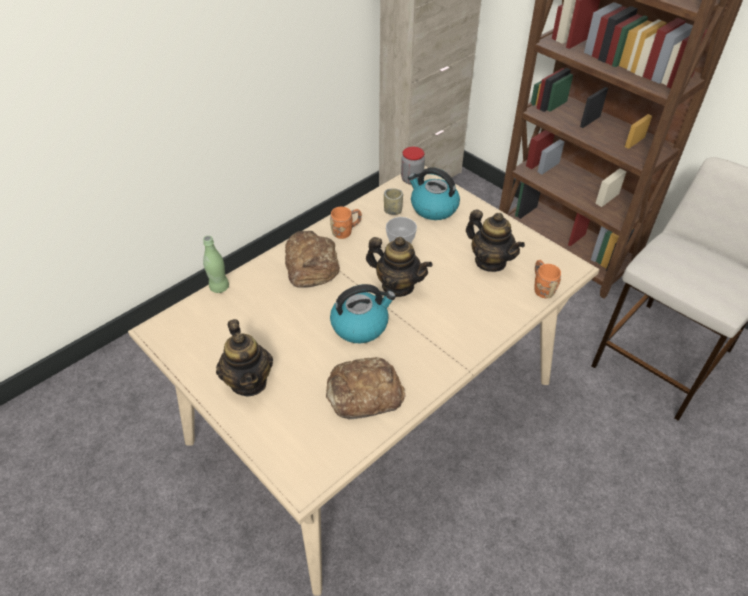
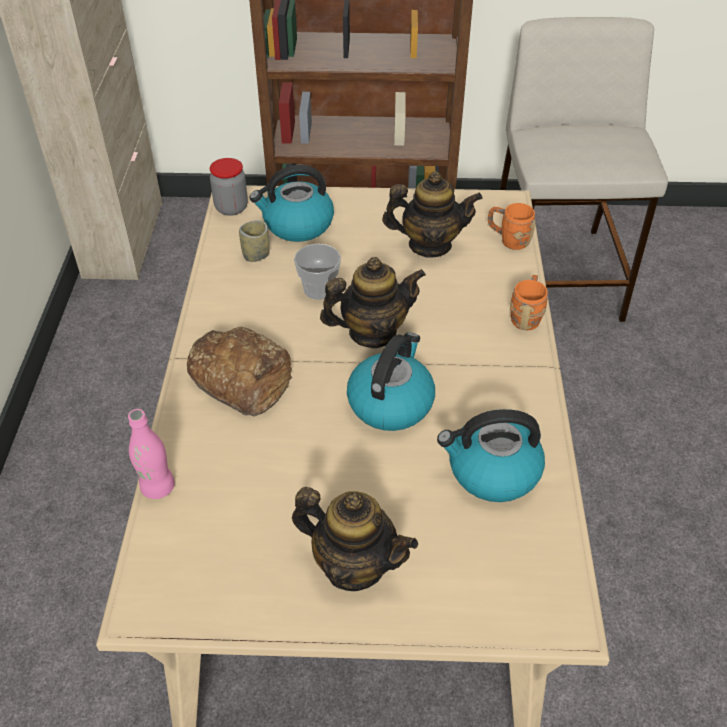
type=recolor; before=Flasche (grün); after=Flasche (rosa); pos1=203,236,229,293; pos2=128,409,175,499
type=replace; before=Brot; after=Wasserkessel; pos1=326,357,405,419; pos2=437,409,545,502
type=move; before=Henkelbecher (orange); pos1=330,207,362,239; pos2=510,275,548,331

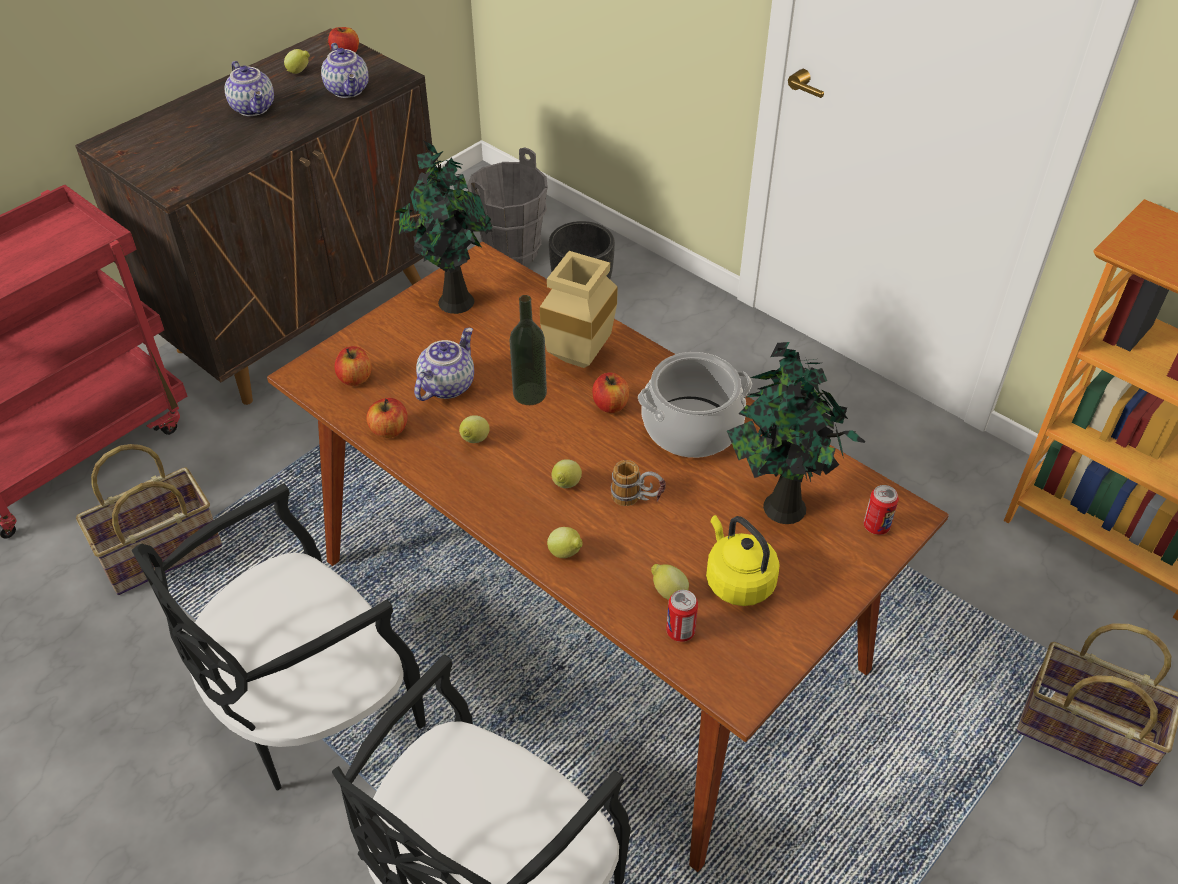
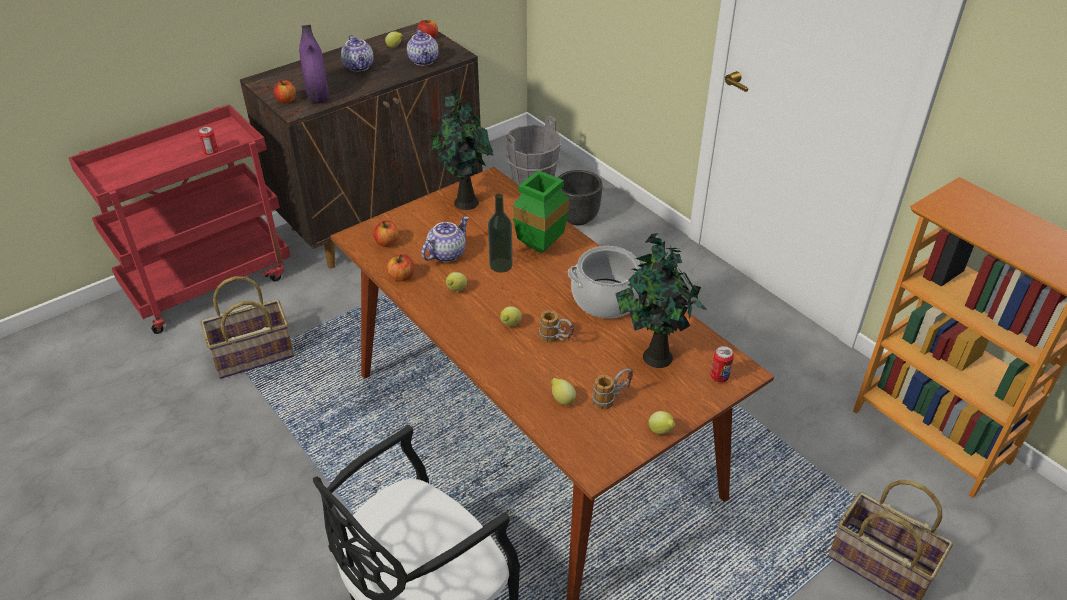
type=move; before=Dose; pos1=666,590,698,642; pos2=199,127,218,155
type=move; before=Apfel; pos1=593,372,629,413; pos2=274,80,296,103
type=insert; after=Vase (lila); pos2=299,25,329,104
type=recolor; before=Vase (beige); after=Vase (grün); pos1=540,251,618,368; pos2=513,170,569,253
type=replace; before=Wasserkessel (gelb); after=Henkelbecher; pos1=706,515,780,606; pos2=592,369,633,410
type=move; before=Zitrone; pos1=547,527,583,558; pos2=648,411,675,434
type=delete; before=Stuhl (schwarz); pos1=131,484,426,790

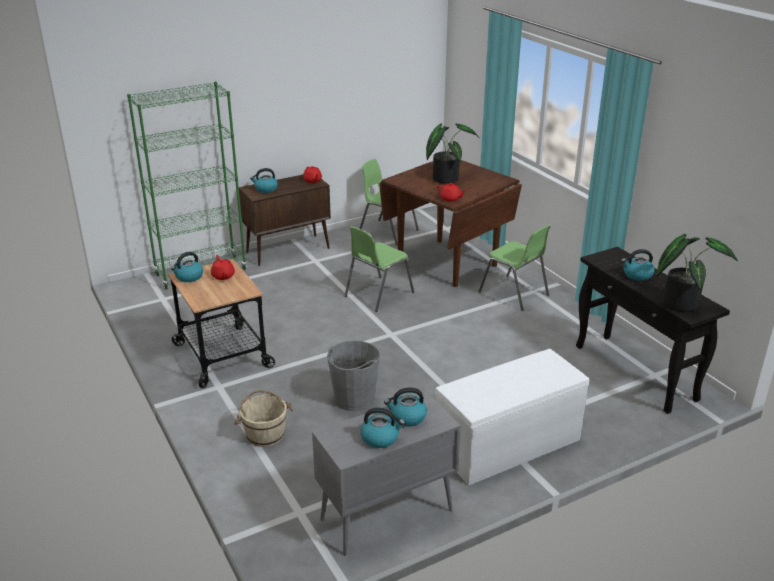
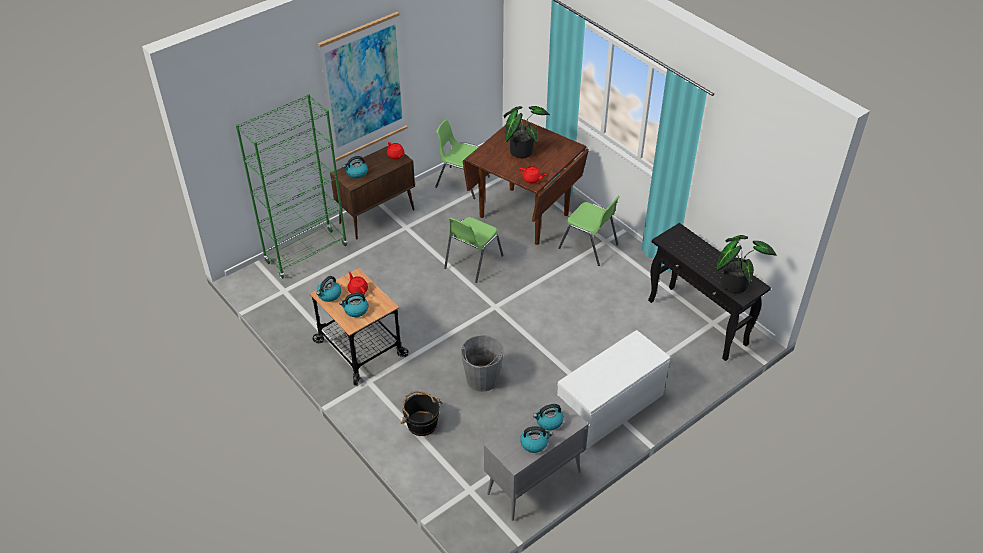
type=insert; after=Bild; pos2=318,12,407,161
type=move; before=Wasserkessel; pos1=621,249,654,281; pos2=339,293,369,317
type=recolor; before=Eimer (beige); after=Eimer (schwarz); pos1=234,390,293,447; pos2=401,391,443,436

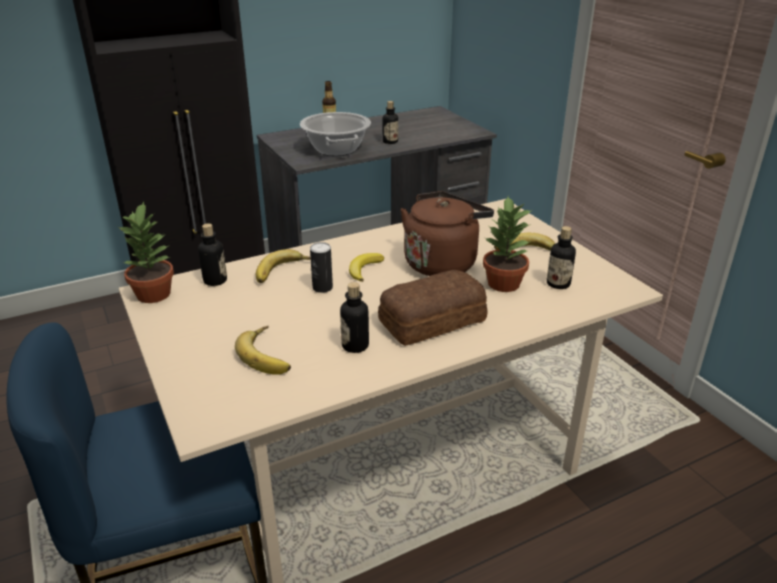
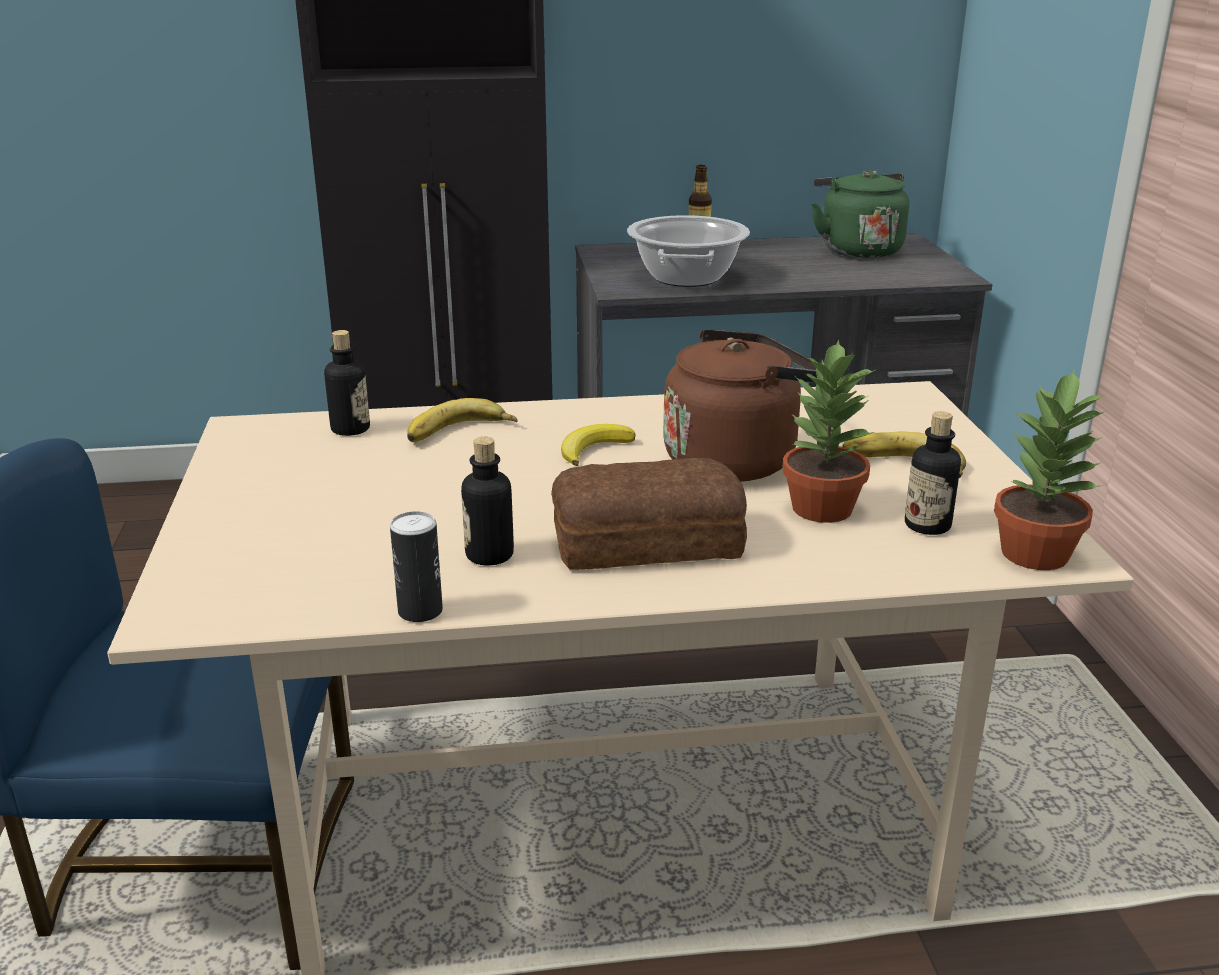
type=move; before=Dose; pos1=310,242,333,293; pos2=390,511,443,622
type=insert; after=Wasserkessel (grün); pos2=811,170,909,258
type=move; before=Topfpflanze; pos1=118,202,174,303; pos2=994,369,1105,570
type=delete; before=Banane; pos1=235,326,291,375
type=delete; before=Flasche; pos1=383,101,398,144

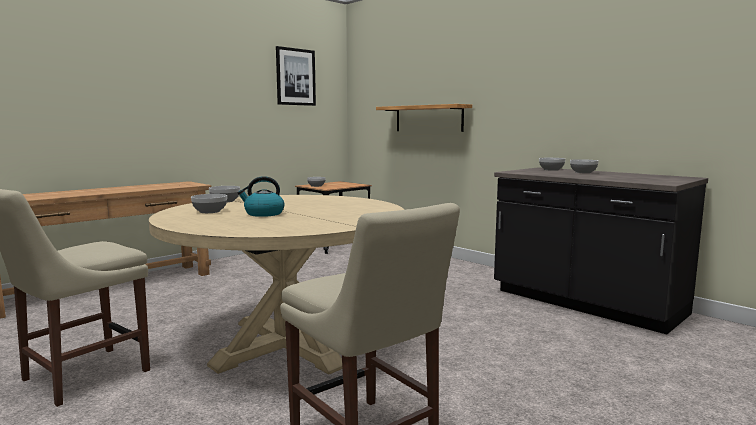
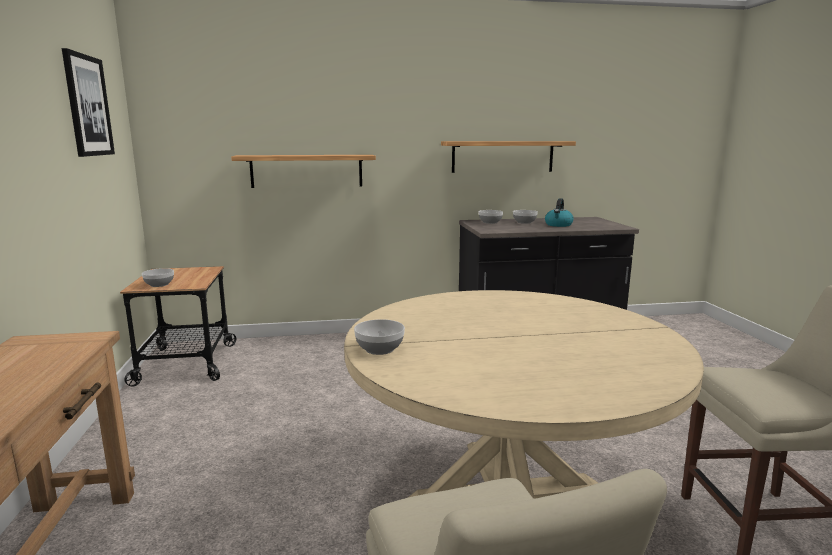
type=insert; after=Wandregal; pos2=441,141,576,173
type=move; before=Wasserkessel; pos1=237,176,285,217; pos2=545,198,574,227
type=delete; before=Schüssel; pos1=191,194,227,213

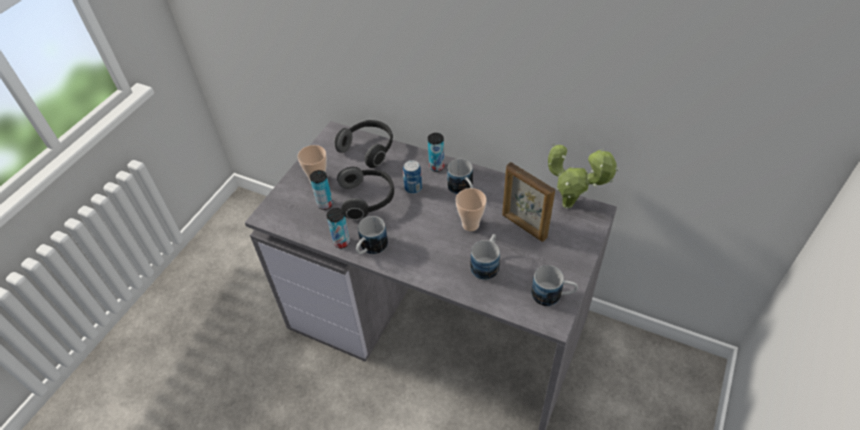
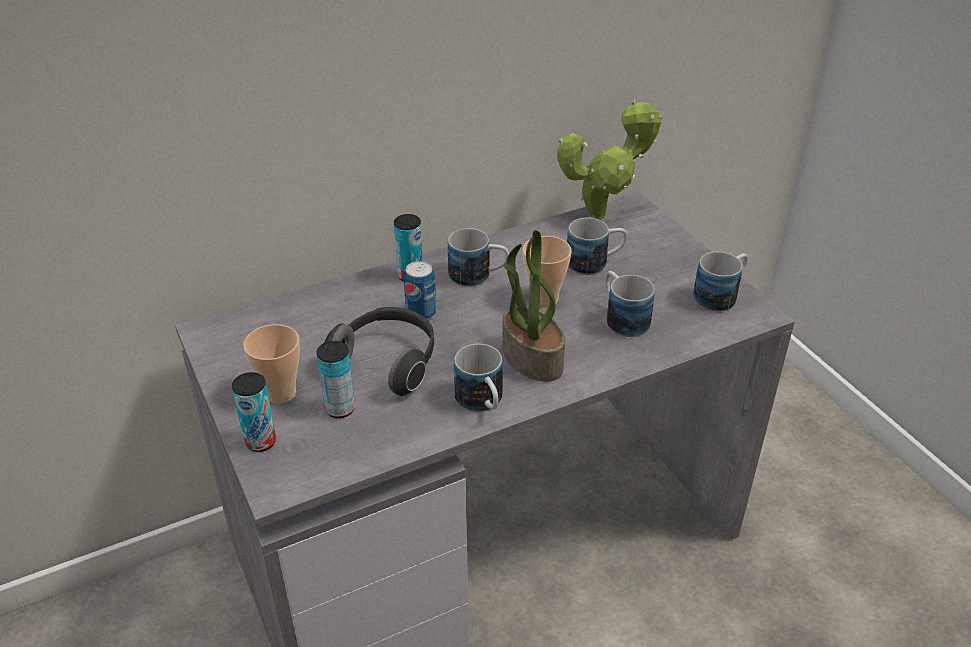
type=move; before=Dose; pos1=327,208,350,248; pos2=232,372,276,452
type=insert; after=Topfpflanze; pos2=502,230,565,382
type=replace; before=Bilderrahmen; after=Henkelbecher; pos1=502,162,555,242; pos2=567,218,628,275
type=delete; before=Kopfhörer; pos1=334,120,393,168

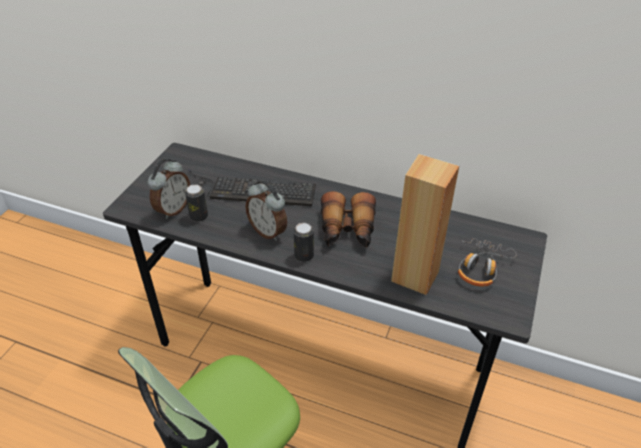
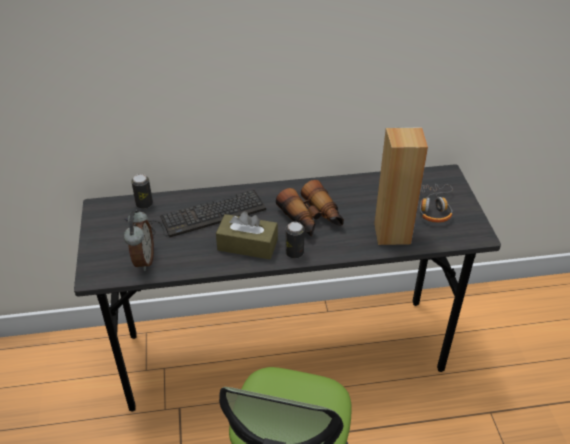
type=move; before=Dose; pos1=185,184,208,222; pos2=131,174,153,209
type=replace; before=Wecker; after=Taschentuchbox (braun); pos1=245,180,287,241; pos2=216,211,278,259

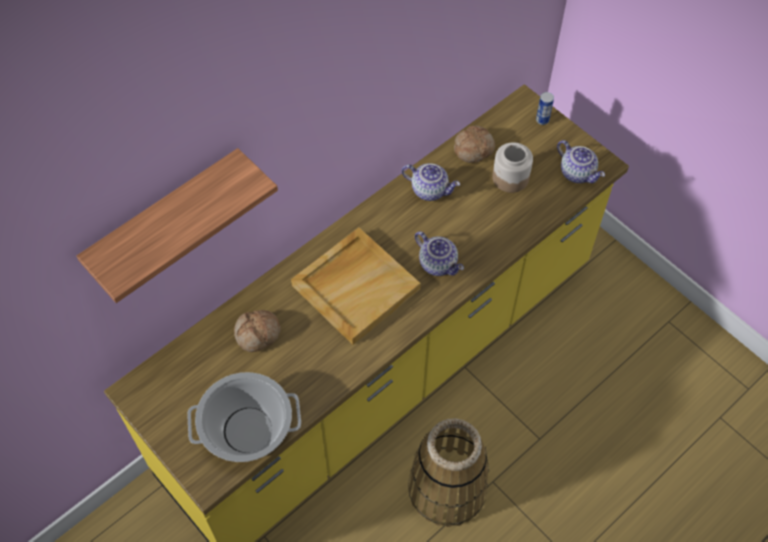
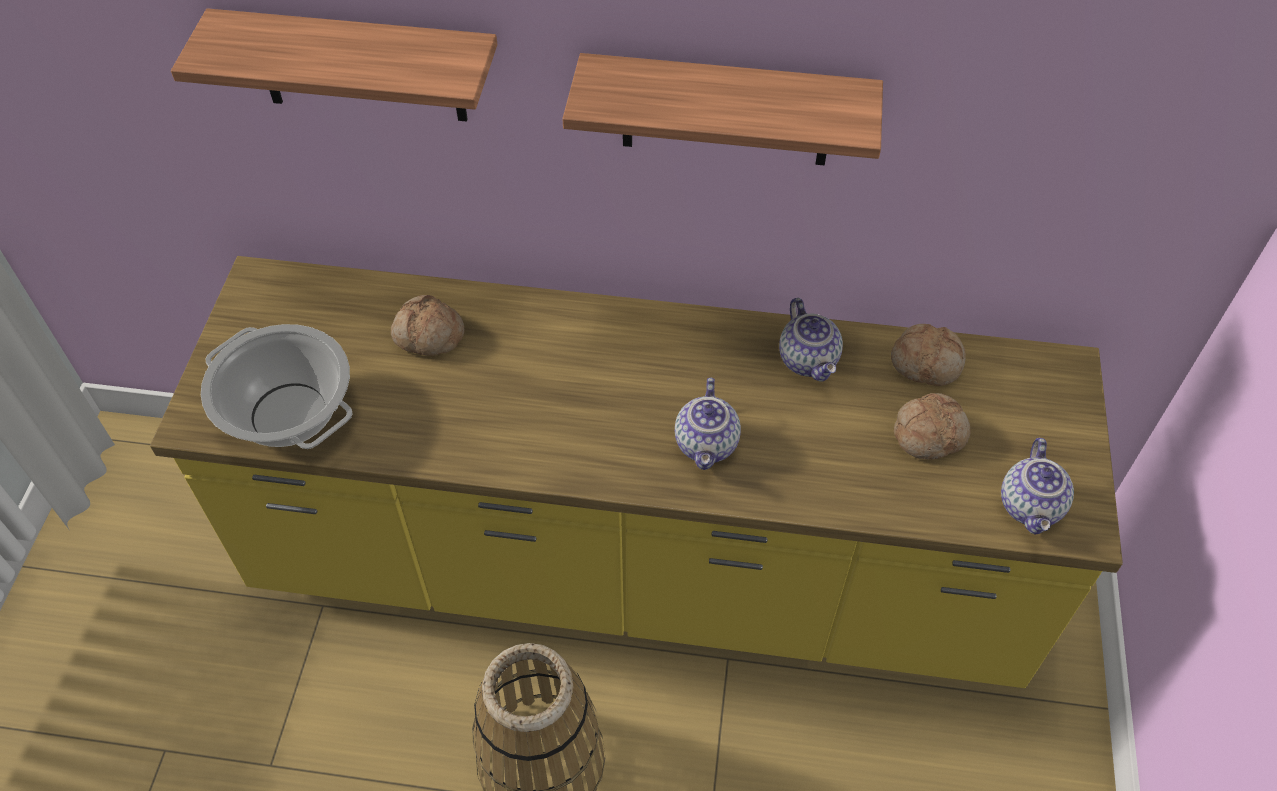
type=insert; after=Wandregal; pos2=562,53,883,166
type=replace; before=Vorratsglas; after=Brot; pos1=492,142,533,193; pos2=894,393,971,460
type=delete; before=Tablett (beige); pos1=291,228,421,345
type=delete; before=Dose; pos1=536,92,554,125

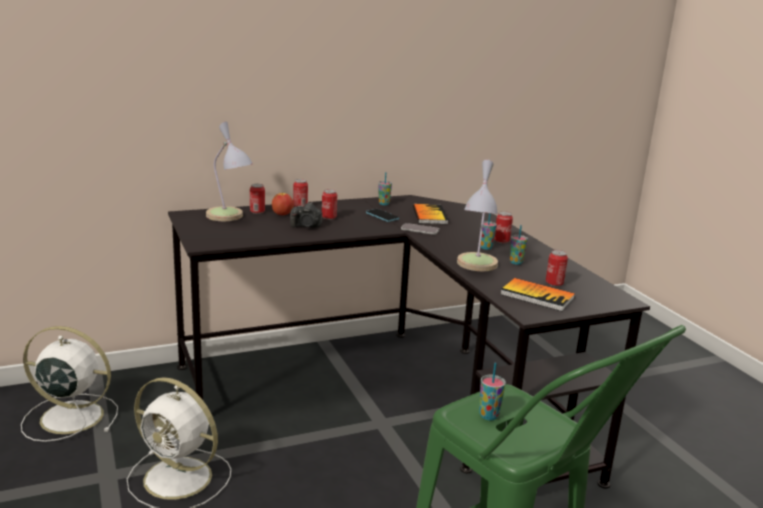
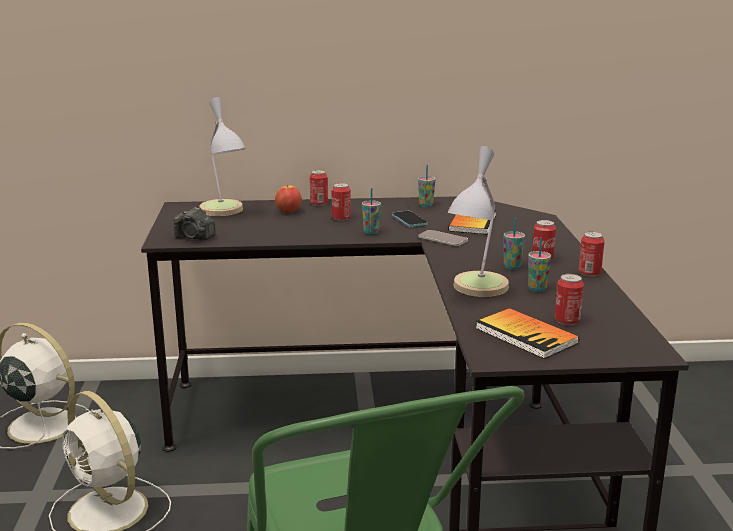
type=move; before=Kamera; pos1=290,202,322,227; pos2=173,207,216,240
type=move; before=Tasse; pos1=479,363,506,420; pos2=362,188,381,235
type=move; before=Dose; pos1=250,184,265,214; pos2=579,231,605,277

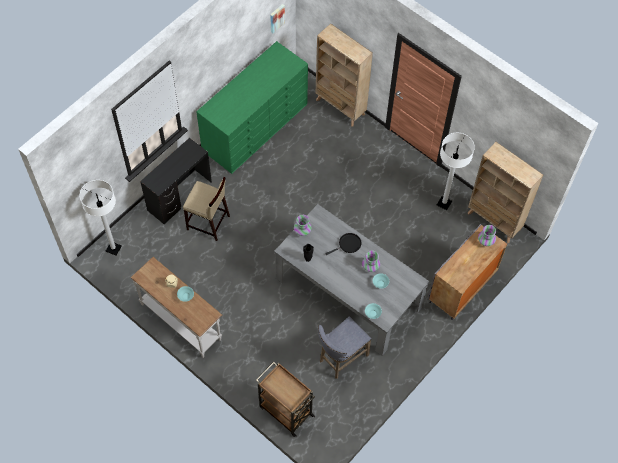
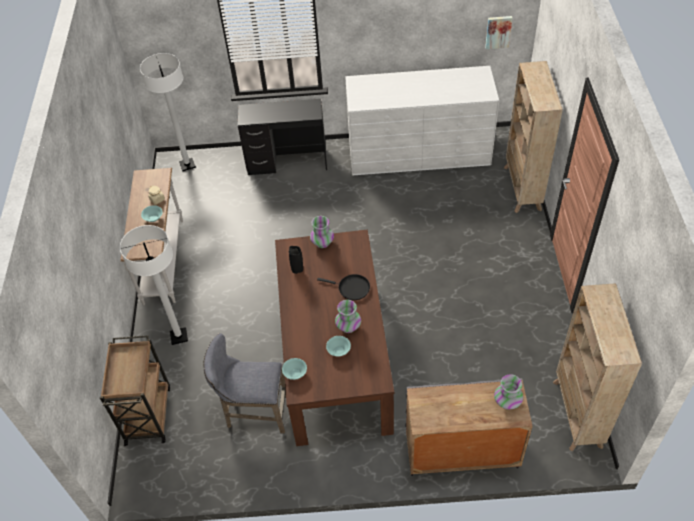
type=move; before=Stehlampe (weiß); pos1=437,133,475,210; pos2=120,225,188,345
type=recolor; before=Esstisch (grau); after=Esstisch (braun); pos1=274,204,430,356; pos2=275,230,394,446
type=recolor; before=Kommode (grün); after=Kommode (weiß); pos1=196,41,308,174; pos2=345,66,499,176
type=delete; before=Hocker (beige); pos1=183,177,230,241

